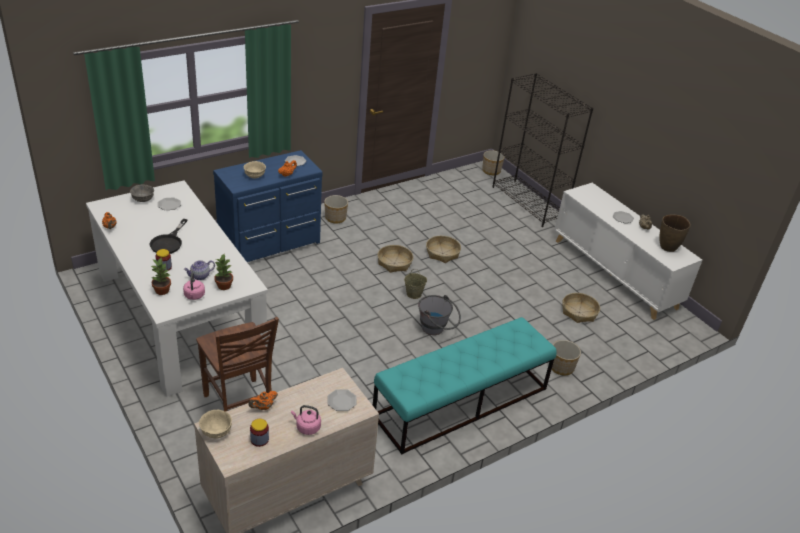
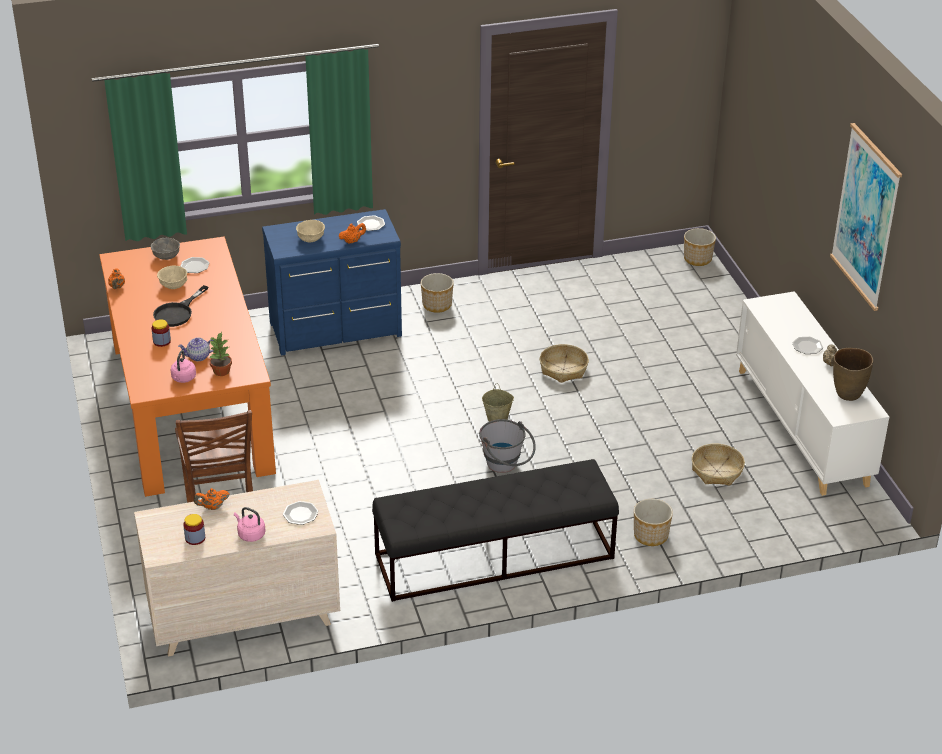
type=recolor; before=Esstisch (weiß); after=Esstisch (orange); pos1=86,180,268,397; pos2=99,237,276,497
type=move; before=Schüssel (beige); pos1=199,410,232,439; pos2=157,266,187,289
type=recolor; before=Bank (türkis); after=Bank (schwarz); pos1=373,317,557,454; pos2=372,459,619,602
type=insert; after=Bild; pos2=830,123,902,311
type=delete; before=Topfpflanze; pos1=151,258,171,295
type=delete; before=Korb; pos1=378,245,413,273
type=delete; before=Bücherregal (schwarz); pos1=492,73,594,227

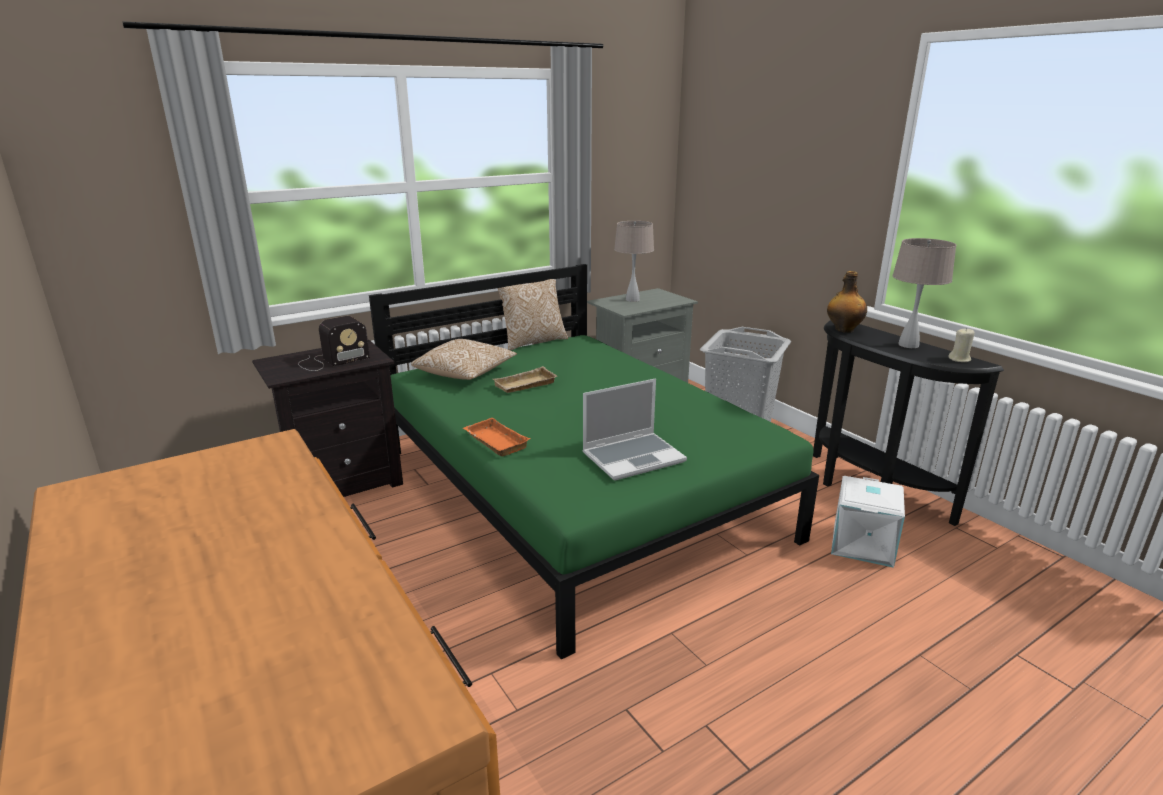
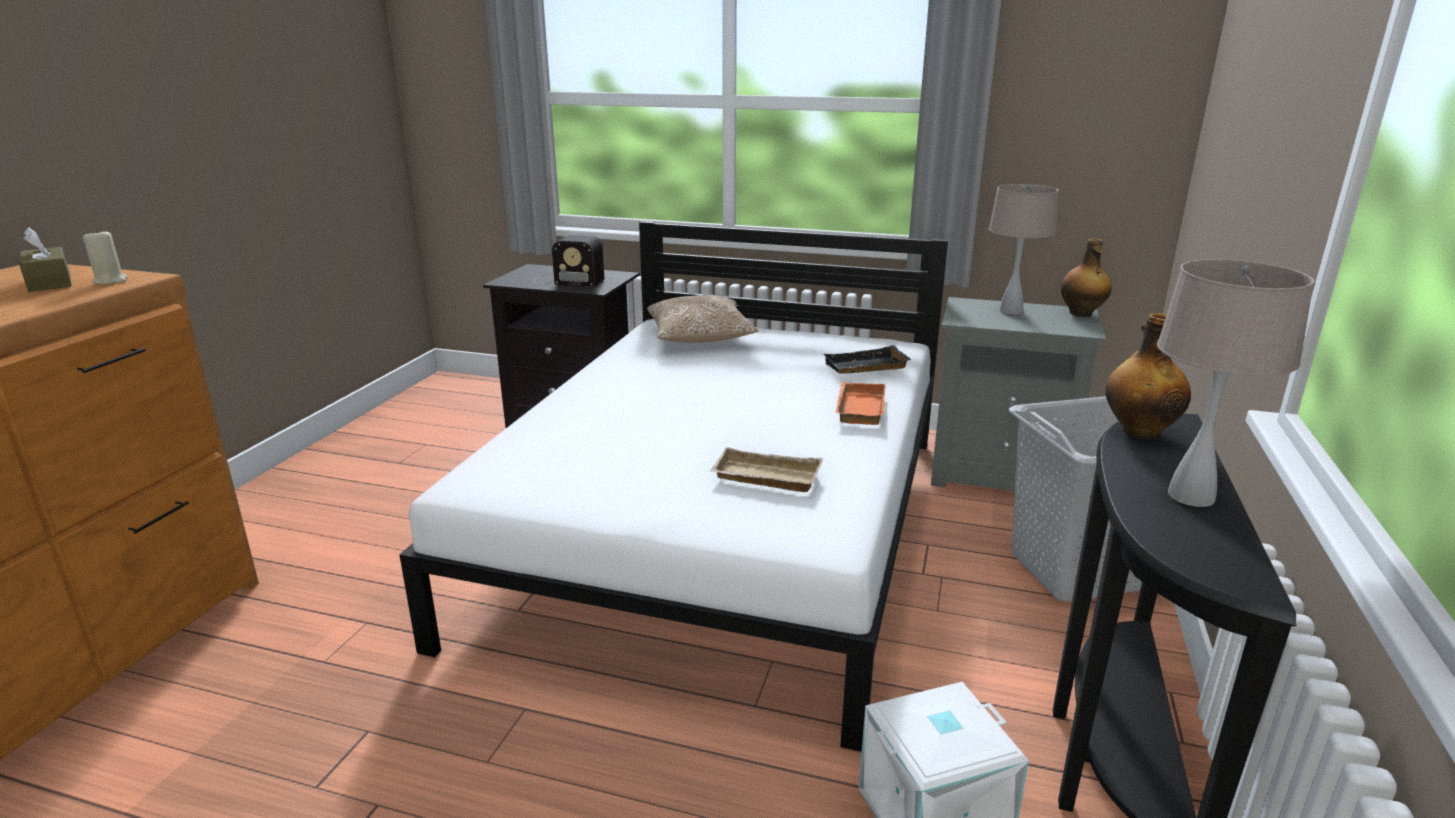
type=insert; after=Taschentuchbox (braun); pos2=19,227,72,292
type=move; before=Kerze (beige); pos1=948,328,975,362; pos2=83,229,128,285
type=recolor; before=Bett (grün); after=Bett (weiß); pos1=369,264,819,660; pos2=399,221,948,752
type=move; before=Tablett (beige); pos1=493,366,557,393; pos2=710,447,823,492
type=insert; after=Tablett (schwarz); pos2=823,345,912,374
type=move; before=Tablett (orange); pos1=463,417,530,456; pos2=836,382,886,425
type=insert; after=Flasche; pos2=1061,238,1112,317
type=delete; before=Kissen; pos1=498,279,568,351
type=delete; before=Laptop; pos1=582,378,687,481

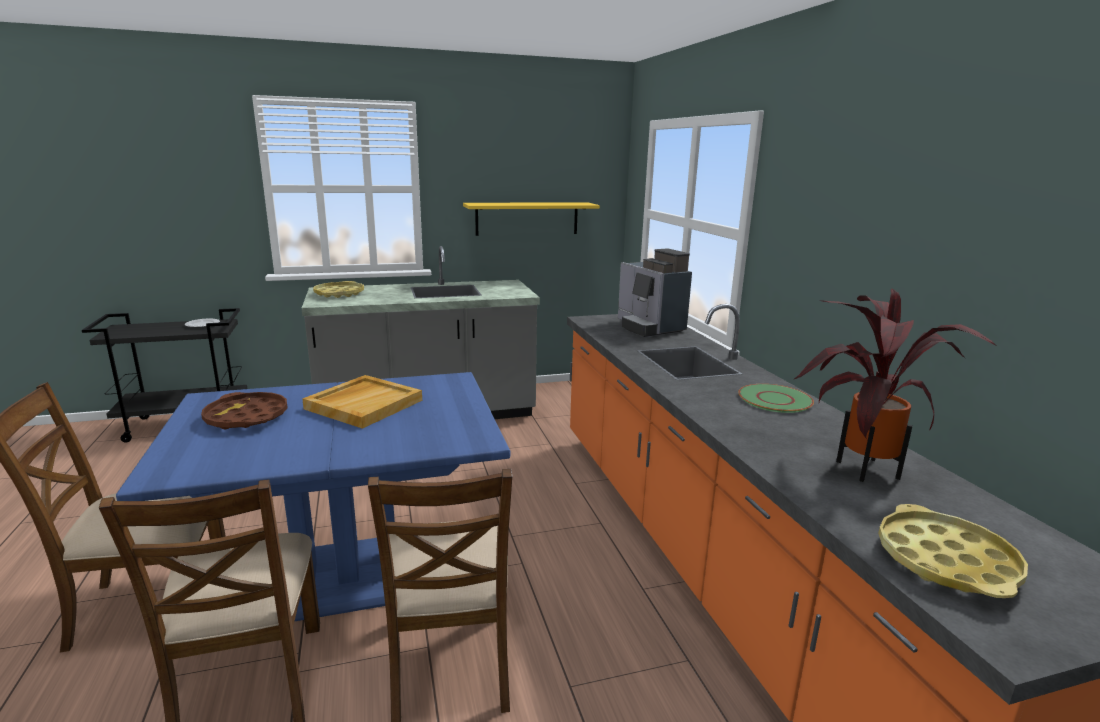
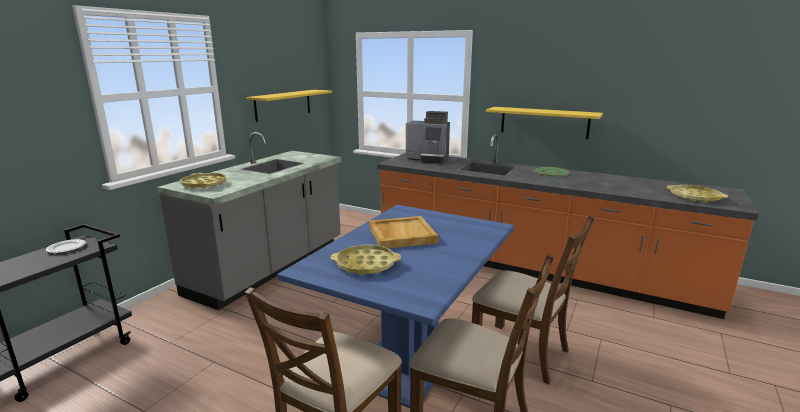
type=recolor; before=Tablett (braun); after=Tablett (gelb); pos1=201,392,288,430; pos2=331,245,401,275
type=insert; after=Wandregal (gelb); pos2=486,107,603,139
type=delete; before=Topfpflanze; pos1=794,289,996,482

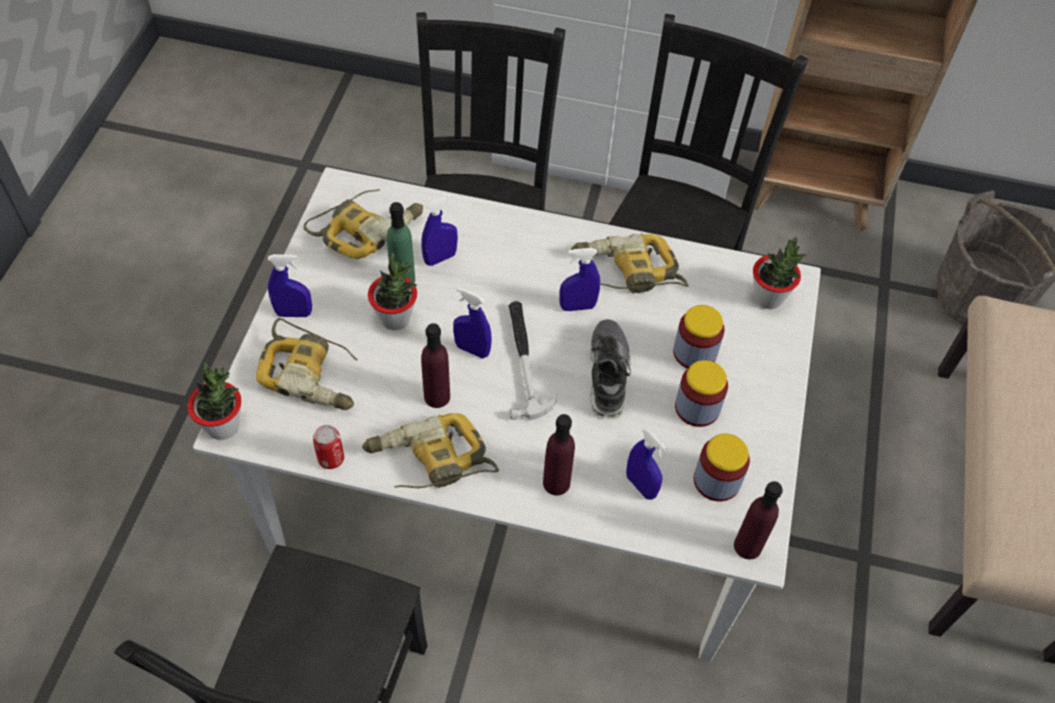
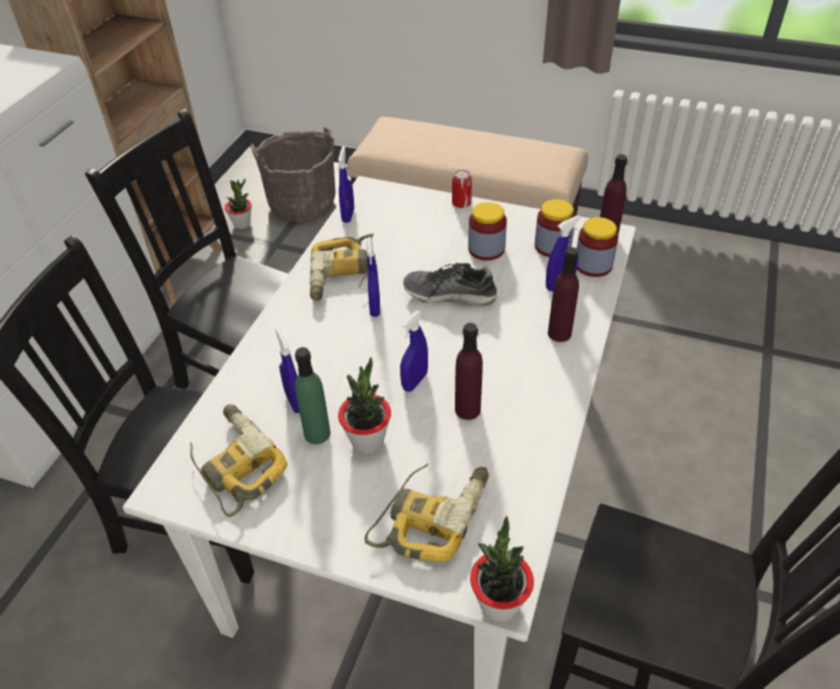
type=move; before=Topfpflanze; pos1=753,237,807,309; pos2=225,178,252,229
type=move; before=Sprühflasche (blau); pos1=268,254,312,317; pos2=338,146,354,223
type=move; before=Dose; pos1=313,425,344,469; pos2=452,169,472,208
type=move; before=Vorratsglas; pos1=673,305,725,369; pos2=577,217,618,277
type=delete; before=Bohrmaschine; pos1=362,413,499,488
type=delete; before=Hammer; pos1=509,301,557,420

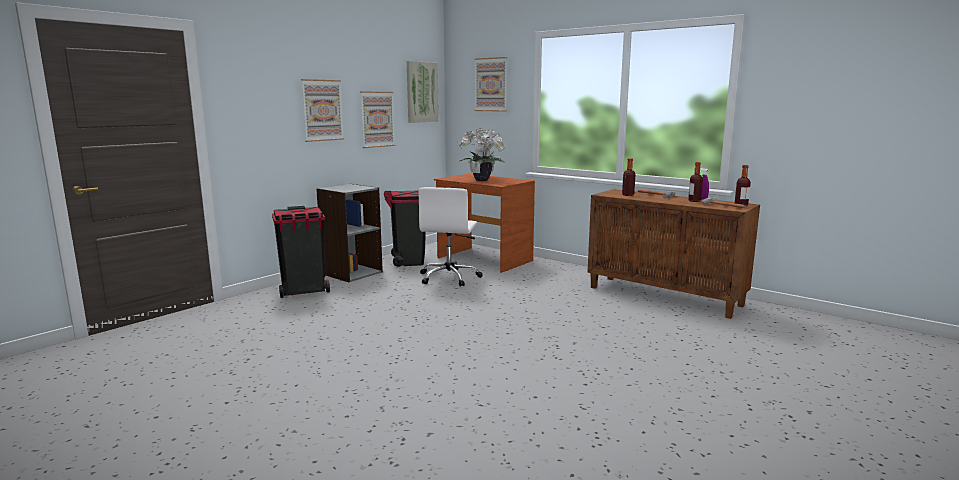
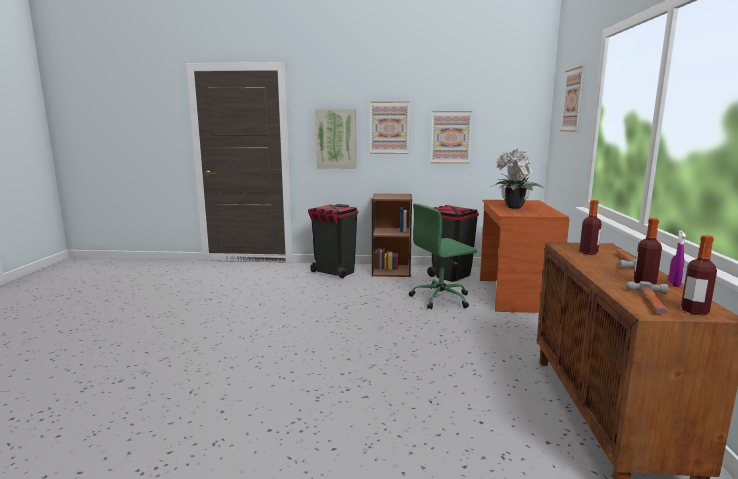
type=move; before=Bild; pos1=407,61,439,123; pos2=315,109,356,169
type=recolor; before=Bücherregal (grau); after=Bücherregal (braun); pos1=316,184,383,282; pos2=372,193,412,277
type=recolor; before=Bürostuhl (weiß); after=Bürostuhl (grün); pos1=418,187,483,287; pos2=409,203,477,309

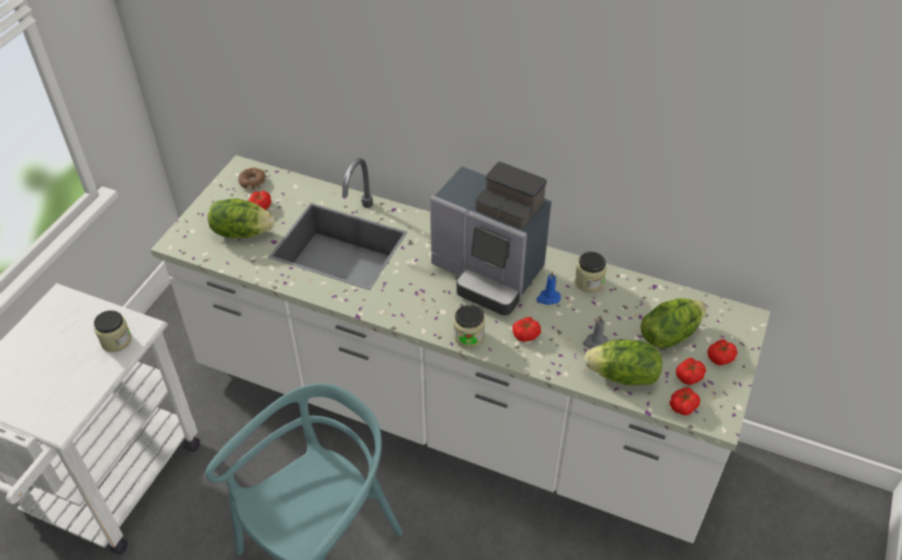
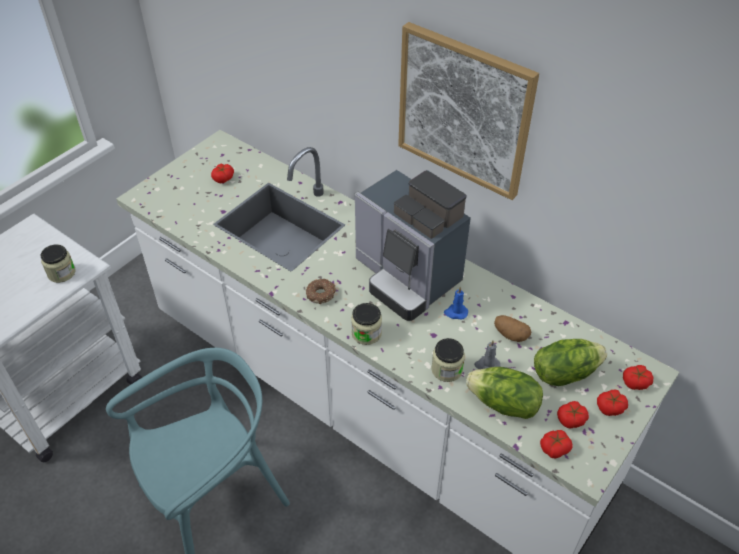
type=move; before=Donut; pos1=238,168,266,189; pos2=306,279,336,304
type=insert; after=Bild; pos2=398,22,539,200
type=move; before=Vorratsglas; pos1=575,252,607,293; pos2=431,338,465,382
type=insert; after=Kartoffel; pos2=494,315,531,342
type=move; before=Tomate; pos1=512,317,541,342; pos2=623,365,653,390
type=delete; before=Salatkopf; pos1=208,198,275,238

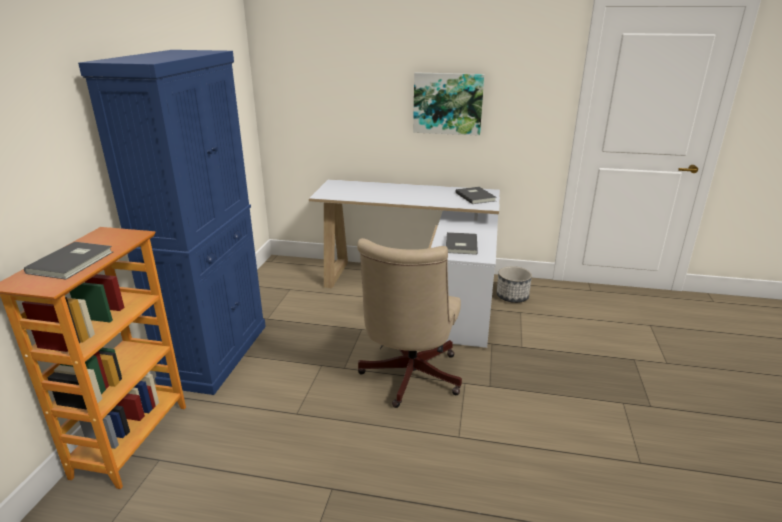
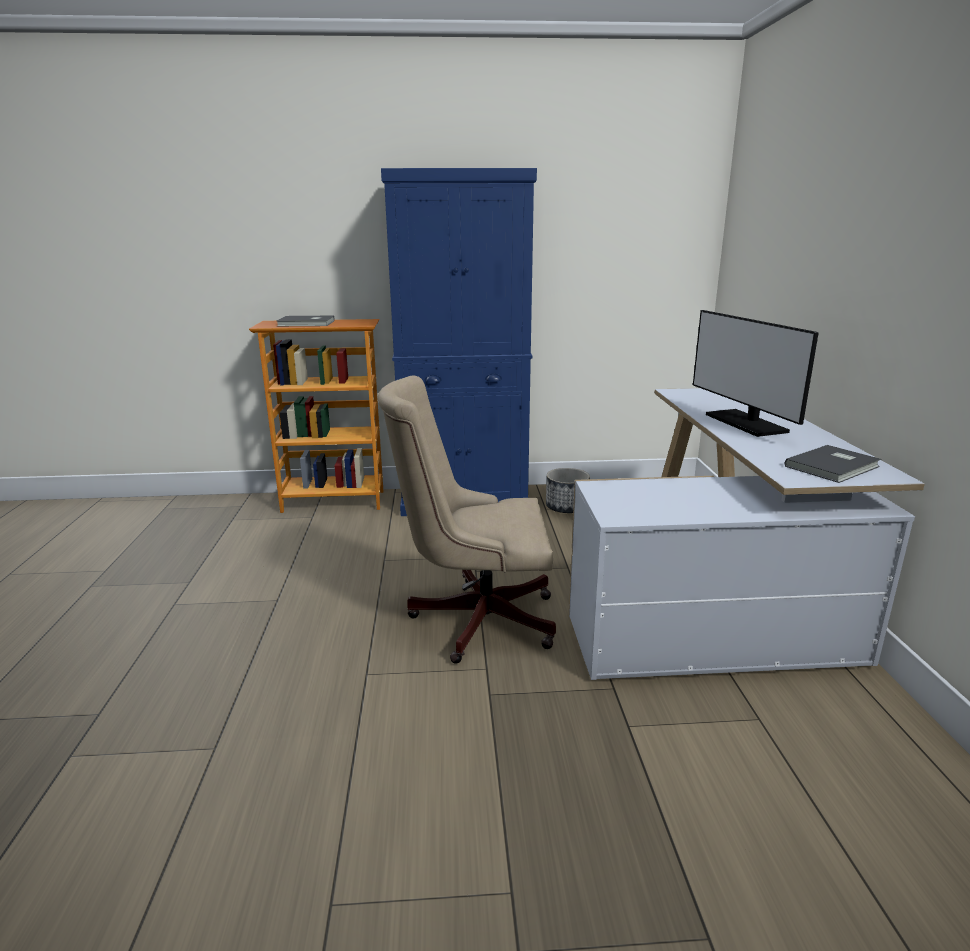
type=move; before=Pflanzkübel; pos1=497,266,532,303; pos2=546,468,590,513
type=insert; after=Monitor; pos2=693,310,819,437
type=delete; before=Bild; pos1=413,72,485,136
type=delete; before=Buch (grau); pos1=446,232,478,255

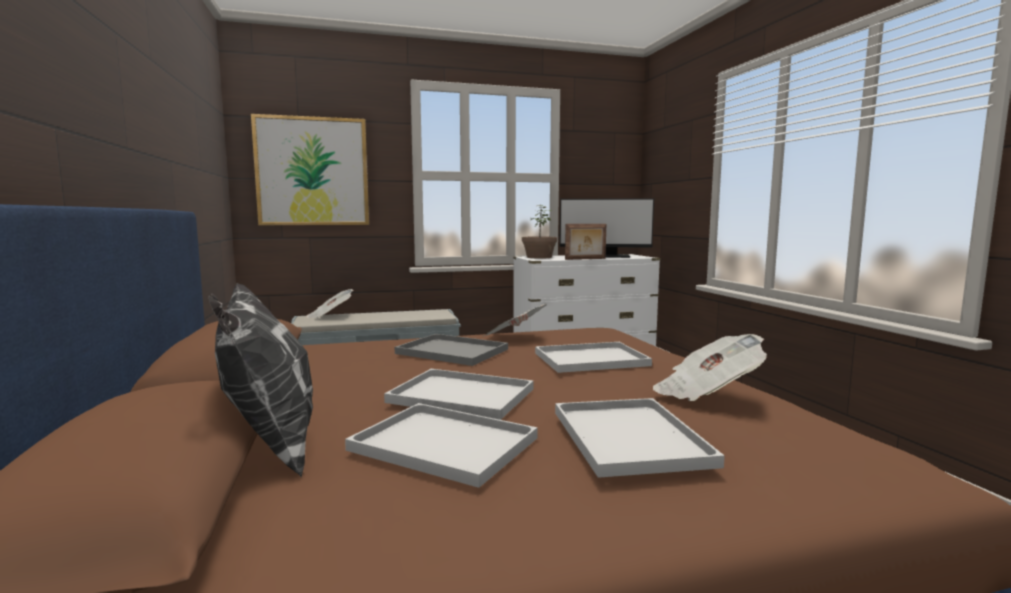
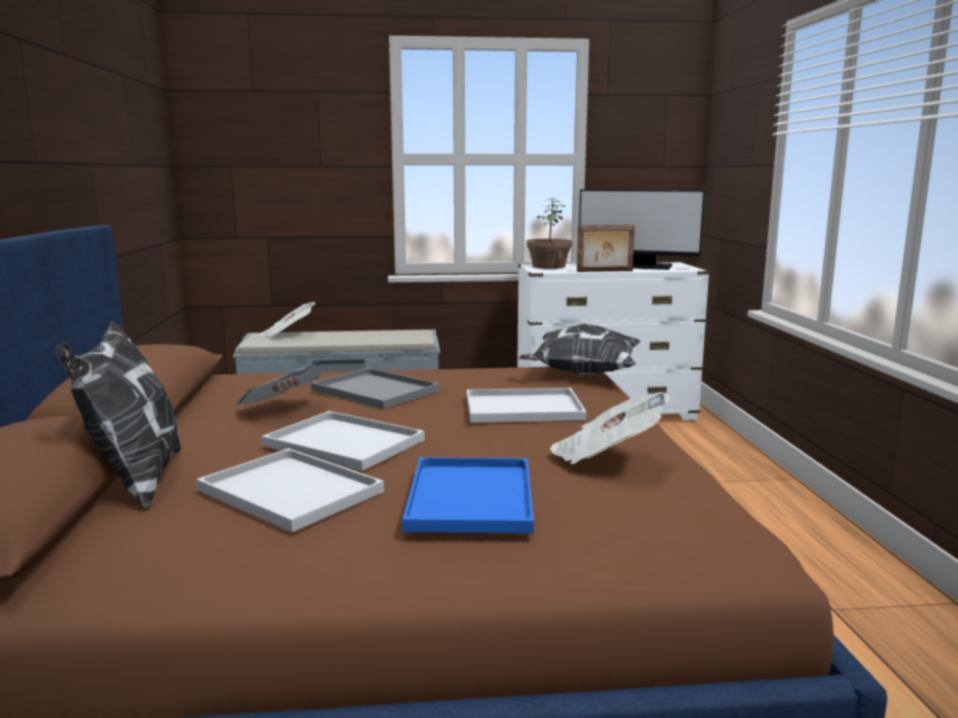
type=move; before=Zeitung; pos1=483,303,546,336; pos2=235,365,326,406
type=recolor; before=Tablett (weiß); after=Tablett (blau); pos1=555,398,725,478; pos2=402,457,534,533
type=insert; after=Kissen; pos2=518,324,641,375
type=delete; before=Bild; pos1=251,114,369,225

